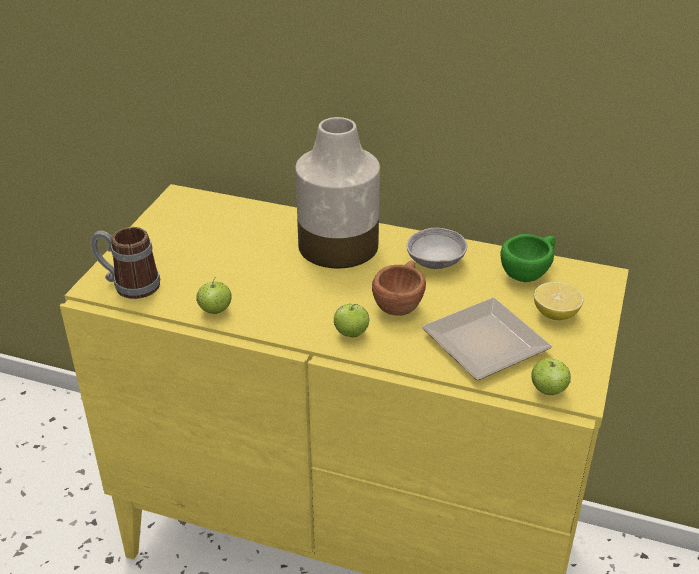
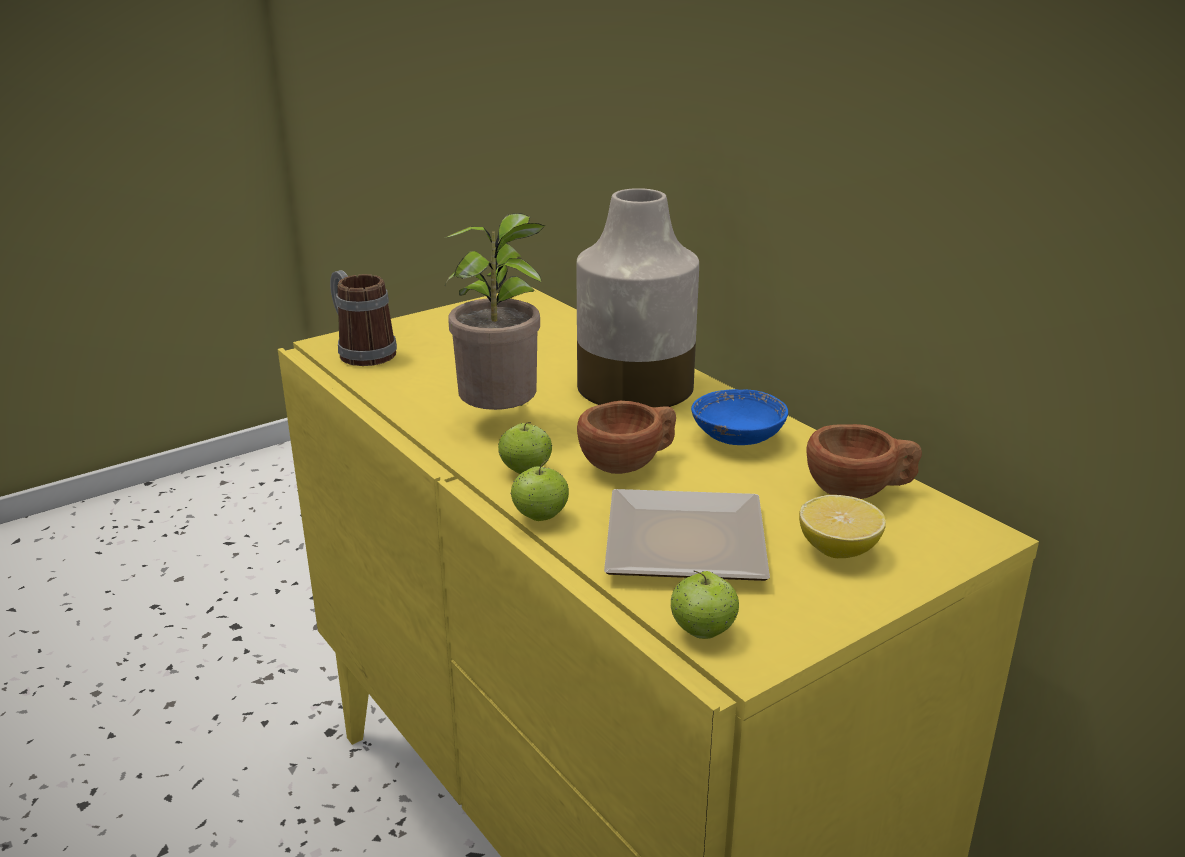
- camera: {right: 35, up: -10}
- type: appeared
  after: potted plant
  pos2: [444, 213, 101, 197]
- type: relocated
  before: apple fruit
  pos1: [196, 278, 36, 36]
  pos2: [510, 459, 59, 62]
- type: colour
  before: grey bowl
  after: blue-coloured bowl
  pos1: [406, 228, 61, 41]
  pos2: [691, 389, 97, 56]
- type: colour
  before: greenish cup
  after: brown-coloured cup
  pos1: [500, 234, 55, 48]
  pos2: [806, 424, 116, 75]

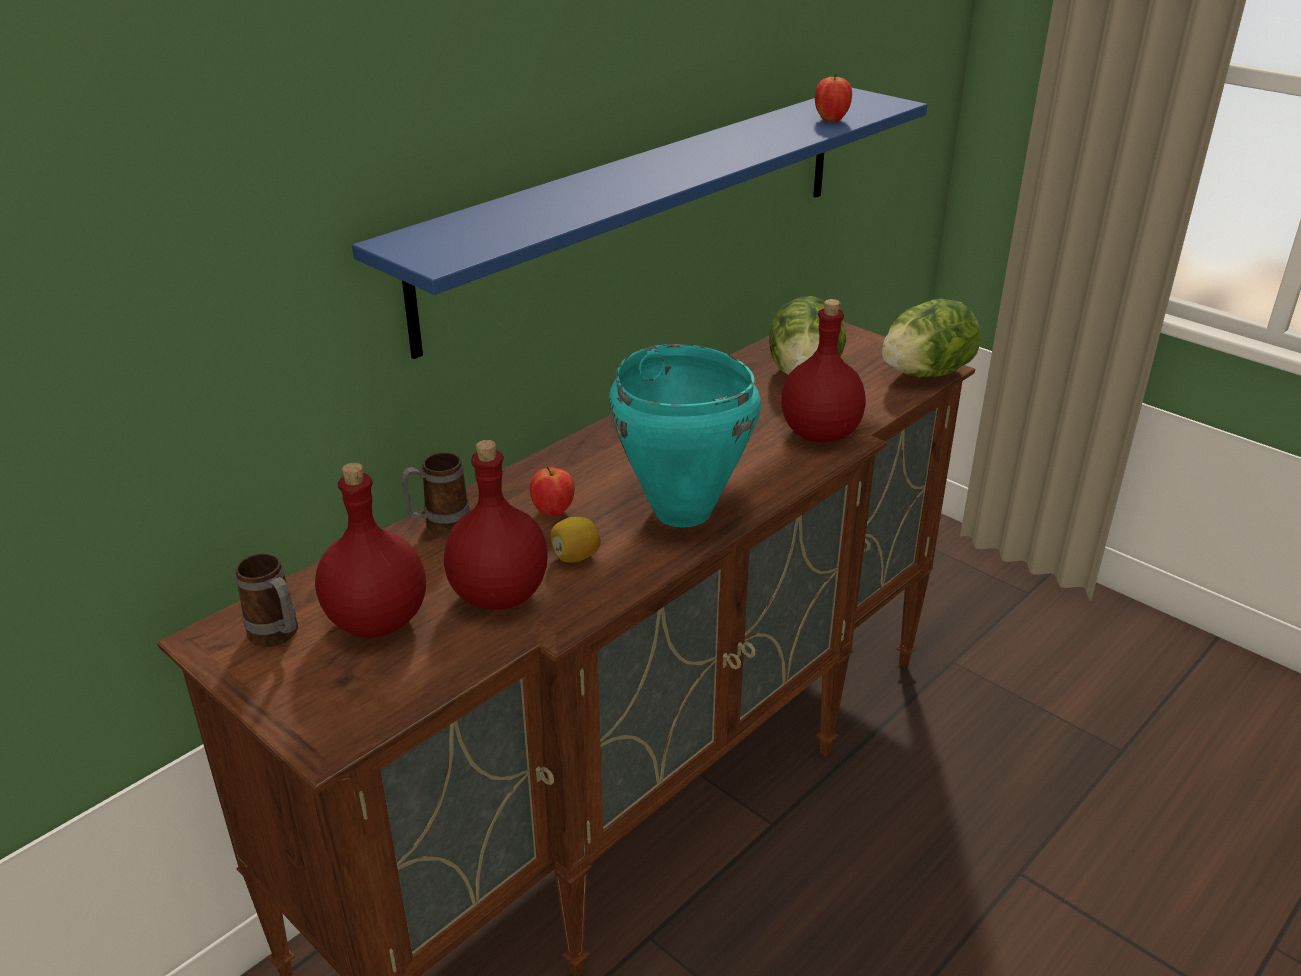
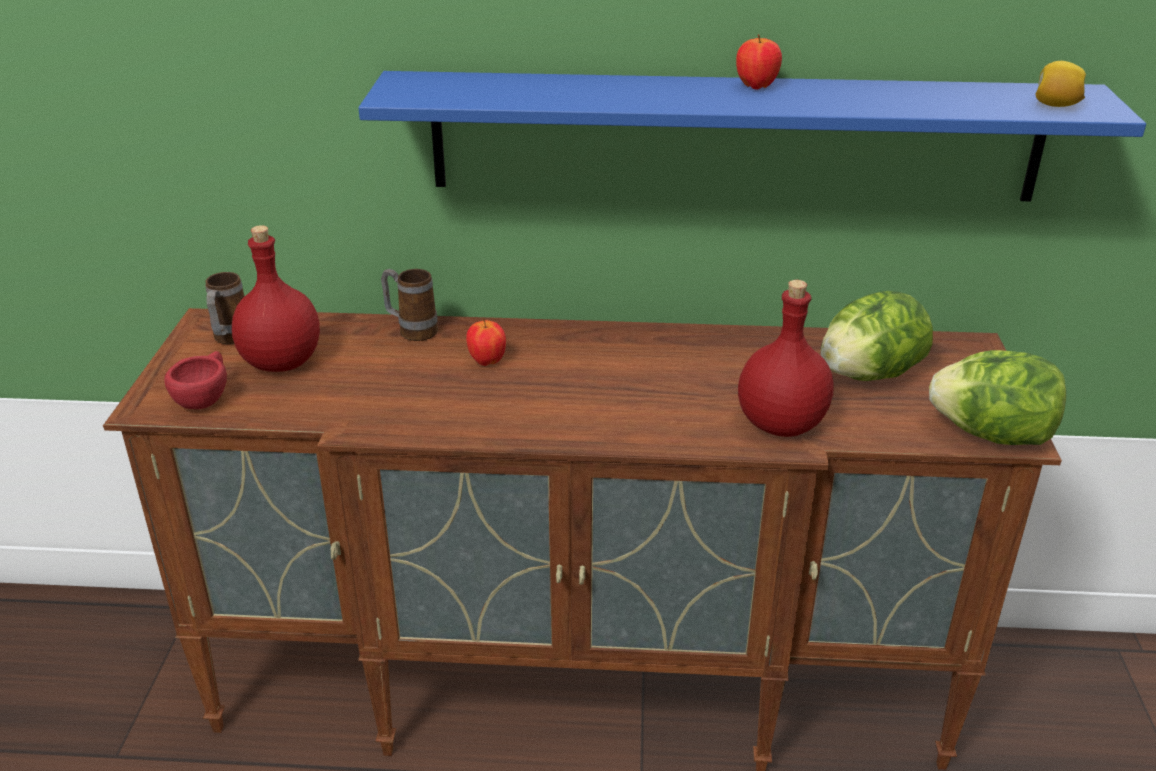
- camera: {right: 50, up: 0}
- type: missing
  before: red bottle
  pos1: [444, 440, 104, 170]
- type: missing
  before: turquoise stockpot
  pos1: [609, 344, 152, 183]
- type: appeared
  after: red cup
  pos2: [164, 351, 63, 58]
- type: relocated
  before: lemon
  pos1: [551, 517, 50, 46]
  pos2: [1035, 61, 51, 46]
- type: relocated
  before: apple fruit
  pos1: [815, 73, 37, 49]
  pos2: [736, 34, 46, 55]

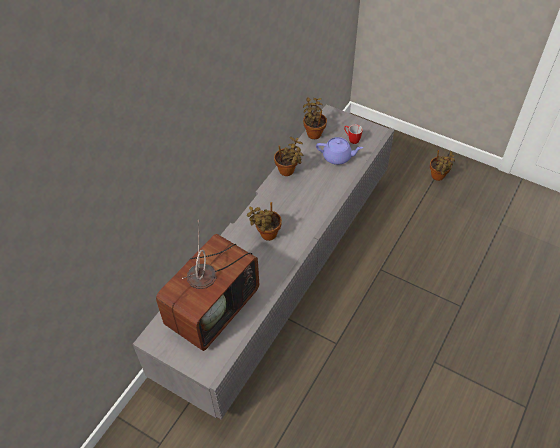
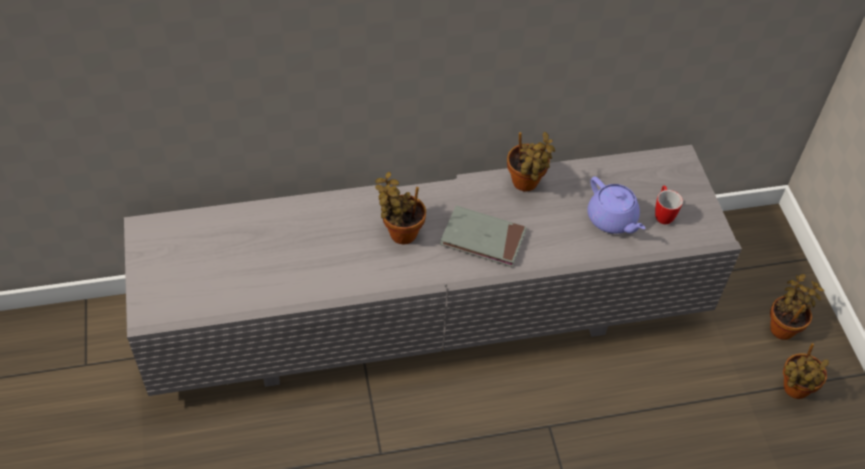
- camera: {right: 45, up: 0}
- type: missing
  before: TV set
  pos1: [156, 220, 103, 131]
- type: appeared
  after: grey bound book
  pos2: [440, 206, 87, 61]
- type: relocated
  before: potted plant
  pos1: [303, 97, 24, 42]
  pos2: [770, 274, 54, 66]

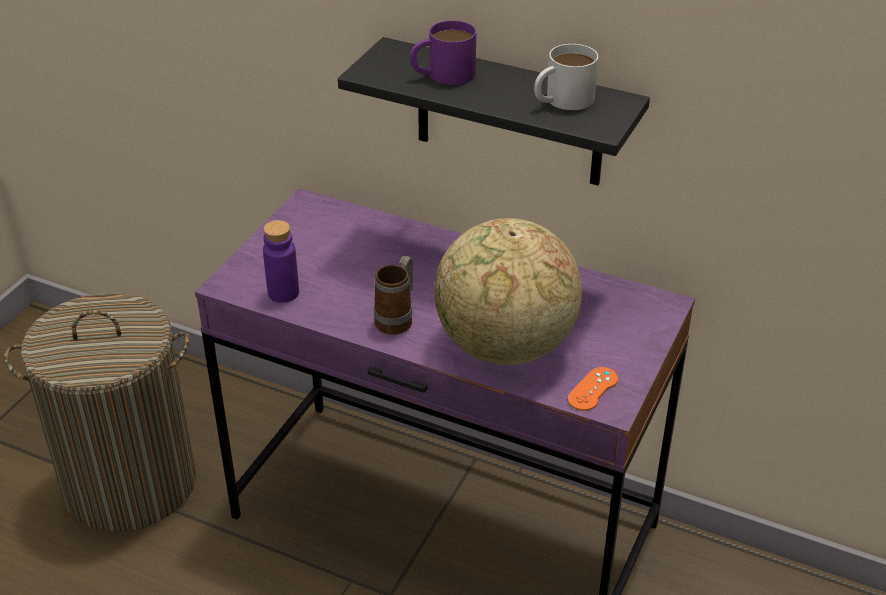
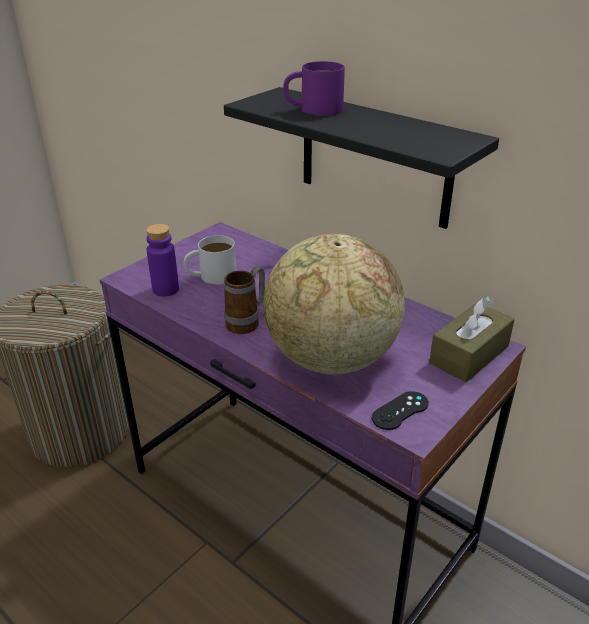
- camera: {right: 15, up: -5}
- type: appeared
  after: brown-coloured tissue holder
  pos2: [429, 296, 86, 86]
- type: relocated
  before: white mug
  pos1: [534, 44, 64, 66]
  pos2: [184, 235, 52, 50]
- type: colour
  before: orange game controller
  after: black game controller
  pos1: [567, 367, 51, 44]
  pos2: [371, 391, 58, 39]

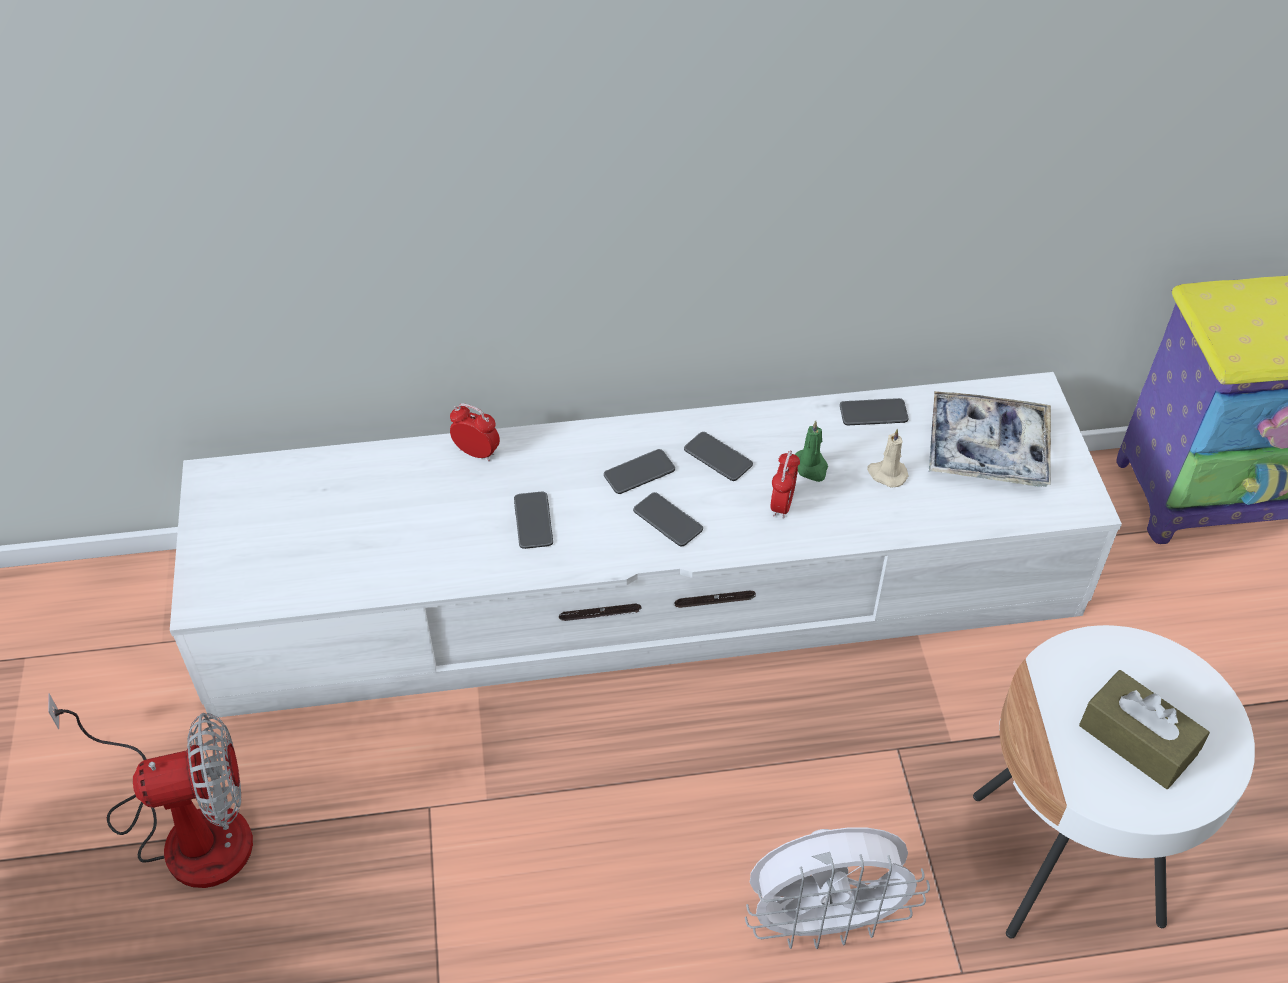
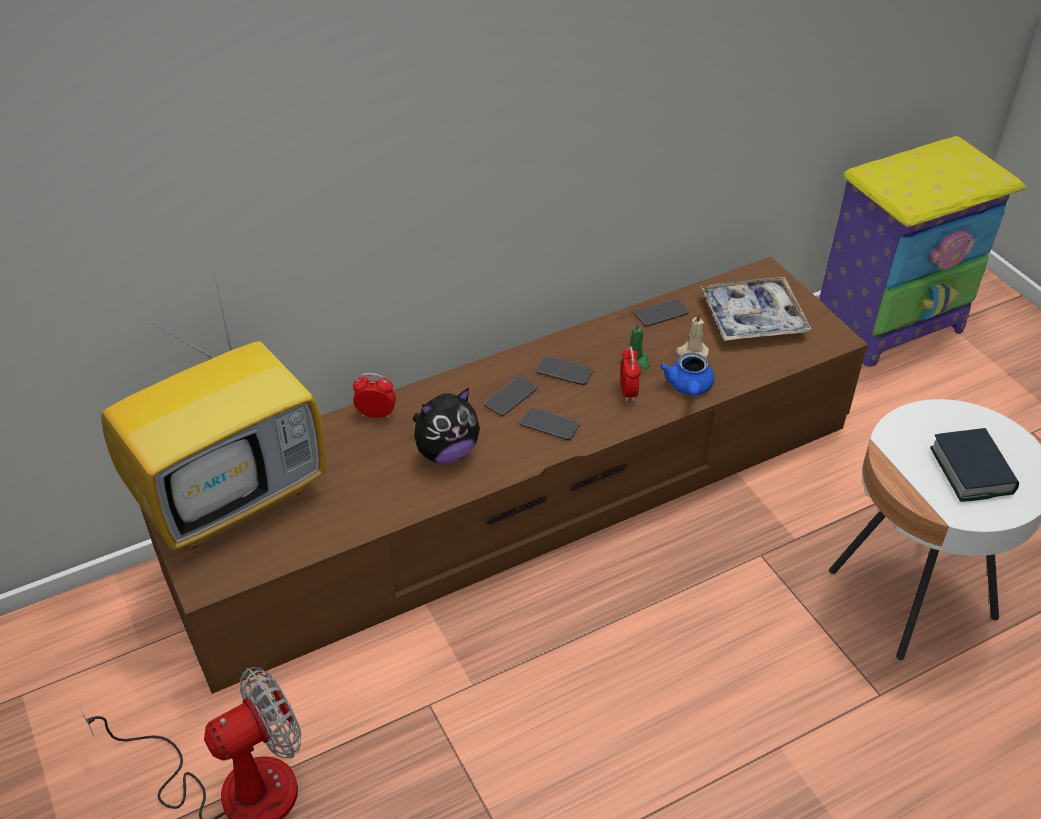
- camera: {right: -20, up: -5}
- type: missing
  before: white cooling fan
  pos1: [745, 828, 185, 121]
- type: appeared
  after: TV set
  pos2: [101, 270, 225, 280]
- type: appeared
  after: blue-coloured pot for tea
  pos2: [660, 353, 54, 43]
- type: exchanged
  before: handset
  after: plush toy
  pos1: [514, 492, 39, 57]
  pos2: [413, 388, 67, 76]
- type: exchanged
  before: brown-coloured tissue holder
  after: bound book
  pos1: [1079, 670, 131, 119]
  pos2: [930, 428, 89, 74]
- type: colour
  before: white tv unit
  after: brown-coloured tv unit
  pos1: [170, 372, 952, 346]
  pos2: [140, 257, 728, 437]

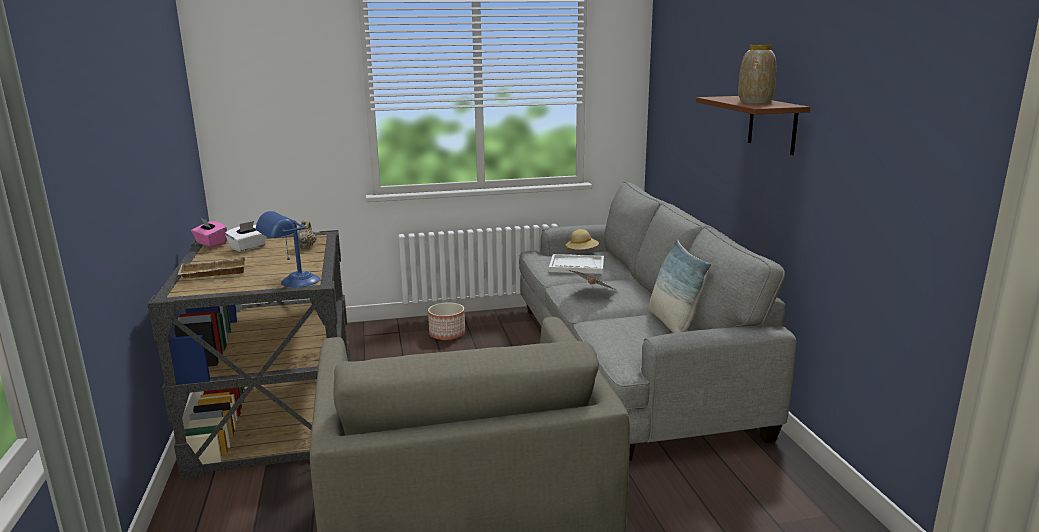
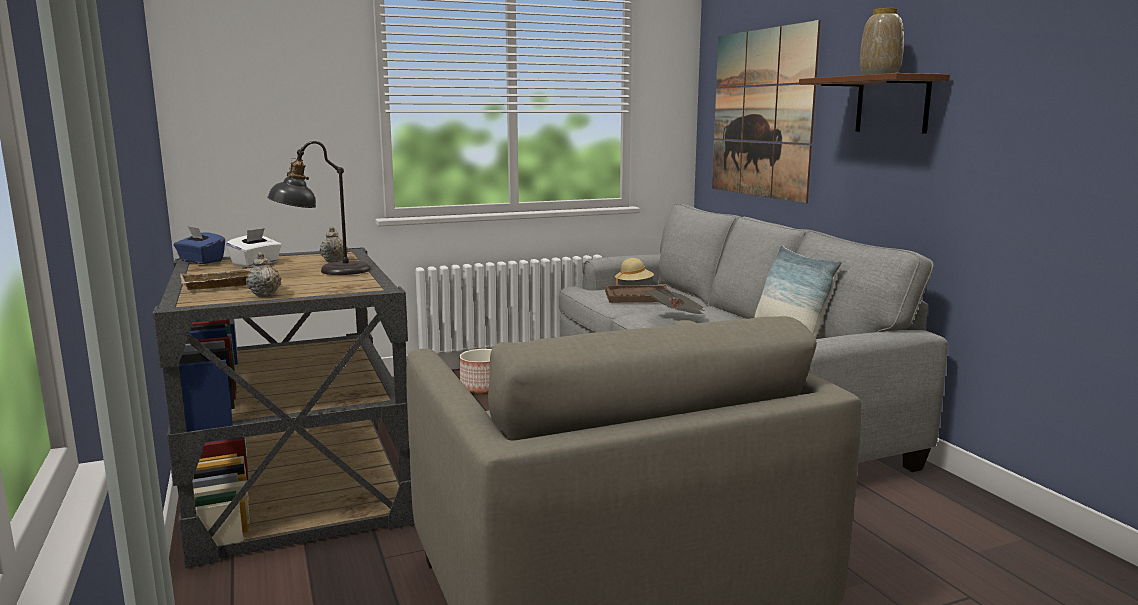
- camera: {right: -10, up: -5}
- type: missing
  before: blue-coloured tabletop lamp
  pos1: [256, 211, 64, 76]
- type: appeared
  after: sand-coloured pot for tea
  pos2: [246, 252, 36, 44]
- type: appeared
  after: grey tabletop lamp
  pos2: [267, 141, 104, 134]
- type: appeared
  after: wall art
  pos2: [712, 20, 109, 183]
- type: colour
  before: pink-coloured tissue holder
  after: blue-coloured tissue holder
  pos1: [191, 217, 36, 30]
  pos2: [174, 226, 51, 38]
- type: colour
  before: white tray
  after: brown-coloured tray
  pos1: [549, 254, 55, 20]
  pos2: [605, 285, 64, 18]

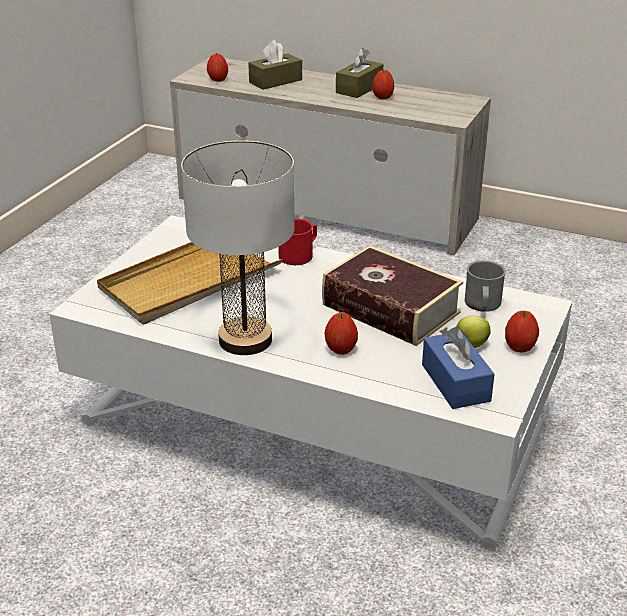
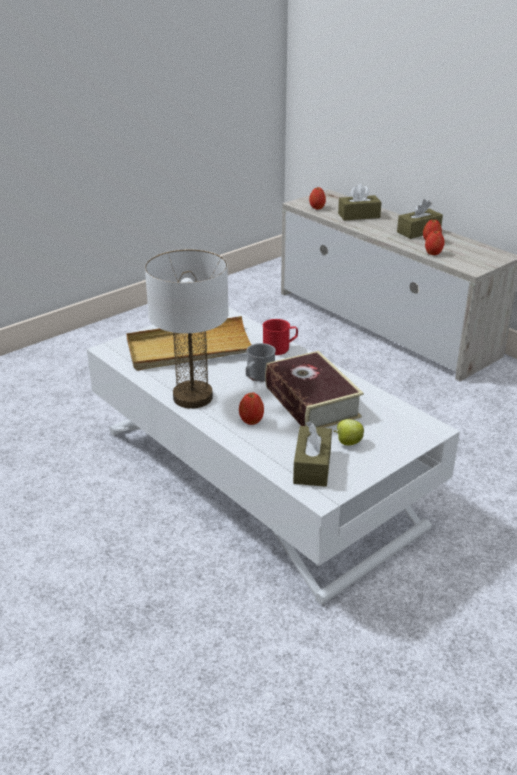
- camera: {right: 25, up: 0}
- type: relocated
  before: grey mug
  pos1: [465, 260, 41, 52]
  pos2: [246, 343, 30, 39]
- type: relocated
  before: apple fruit
  pos1: [505, 311, 34, 41]
  pos2: [425, 231, 20, 24]
- type: colour
  before: blue-coloured tissue holder
  after: brown-coloured tissue holder
  pos1: [422, 327, 73, 82]
  pos2: [293, 421, 39, 66]

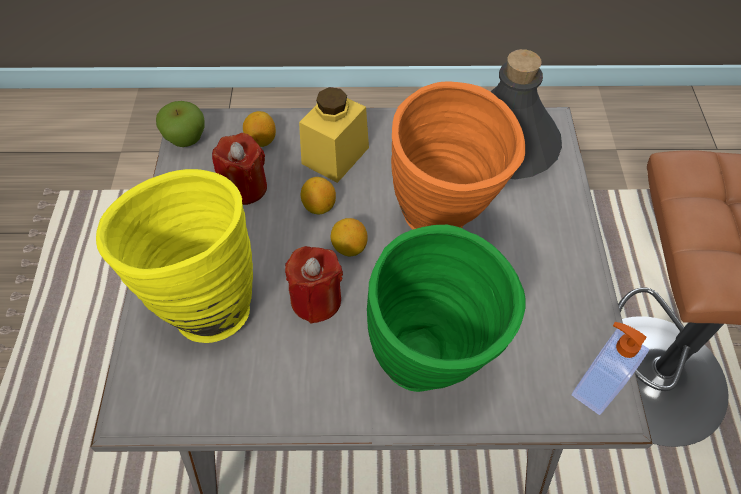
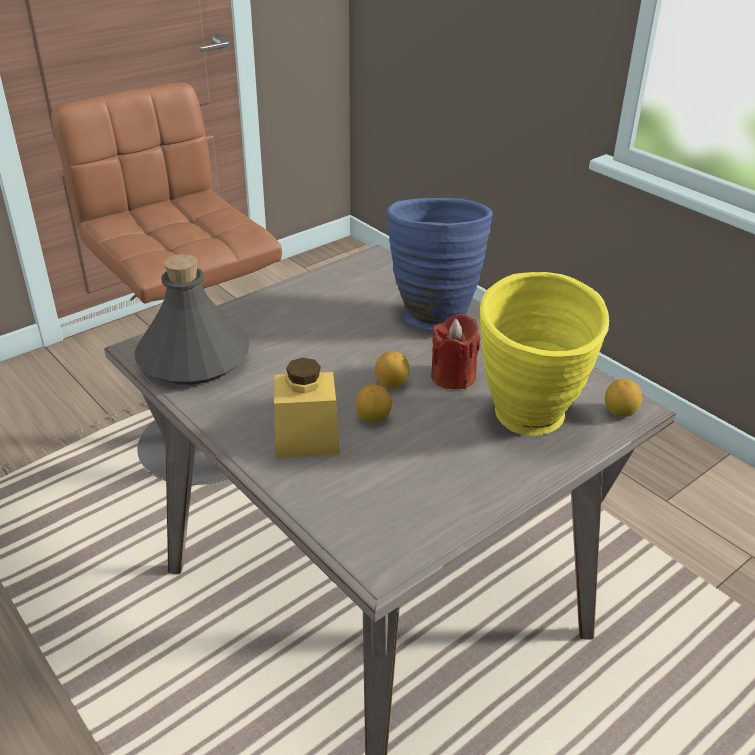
- camera: {right: -130, up: -20}
- type: missing
  before: apple fruit
  pos1: [156, 101, 48, 46]
- type: missing
  before: red candle
  pos1: [212, 133, 55, 72]
- type: missing
  before: orange vase
  pos1: [391, 81, 134, 148]
- type: missing
  before: liquid soap bottle
  pos1: [571, 322, 78, 93]
- type: relocated
  before: lemon
  pos1: [243, 111, 33, 36]
  pos2: [605, 379, 37, 38]
- type: colour
  before: greenish vase
  after: blue-coloured vase
  pos1: [367, 225, 159, 167]
  pos2: [387, 198, 106, 132]

